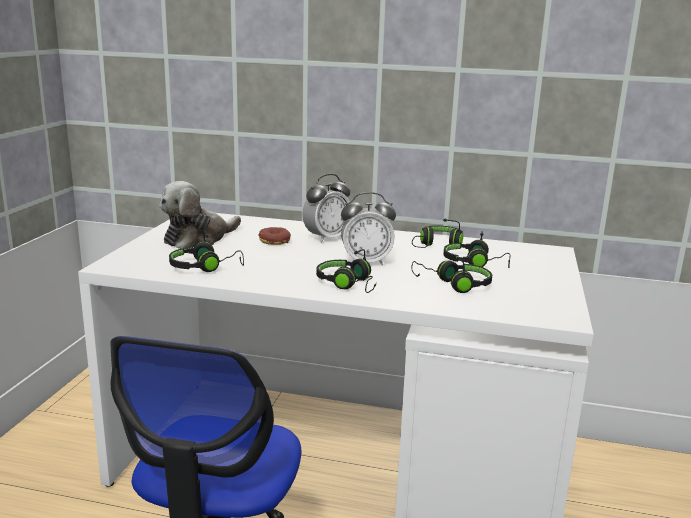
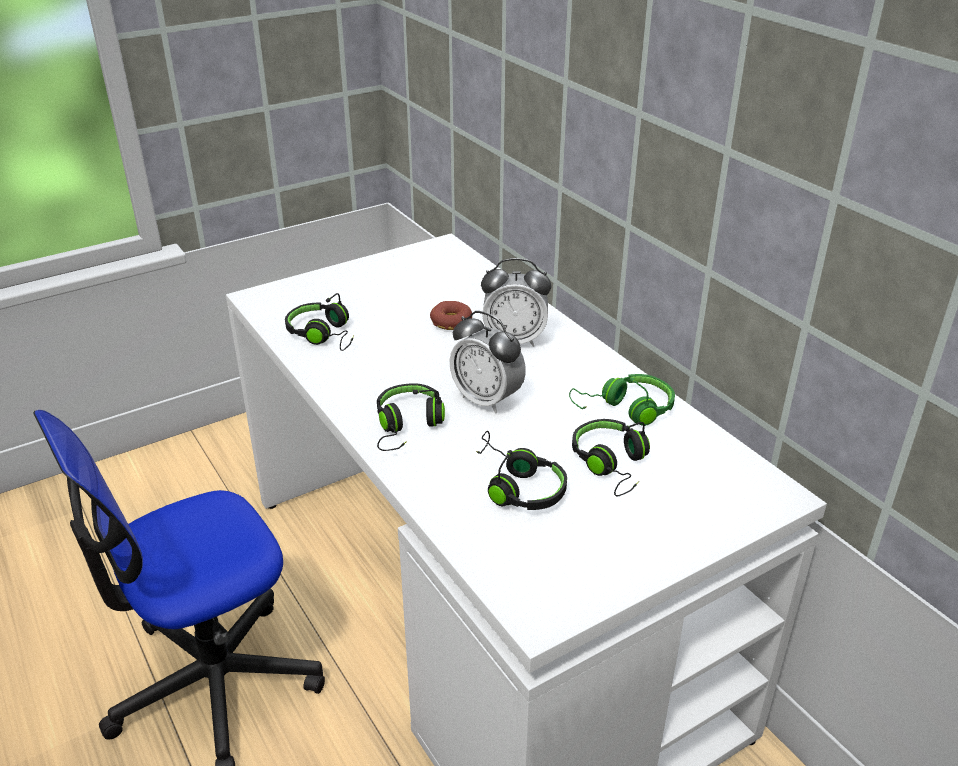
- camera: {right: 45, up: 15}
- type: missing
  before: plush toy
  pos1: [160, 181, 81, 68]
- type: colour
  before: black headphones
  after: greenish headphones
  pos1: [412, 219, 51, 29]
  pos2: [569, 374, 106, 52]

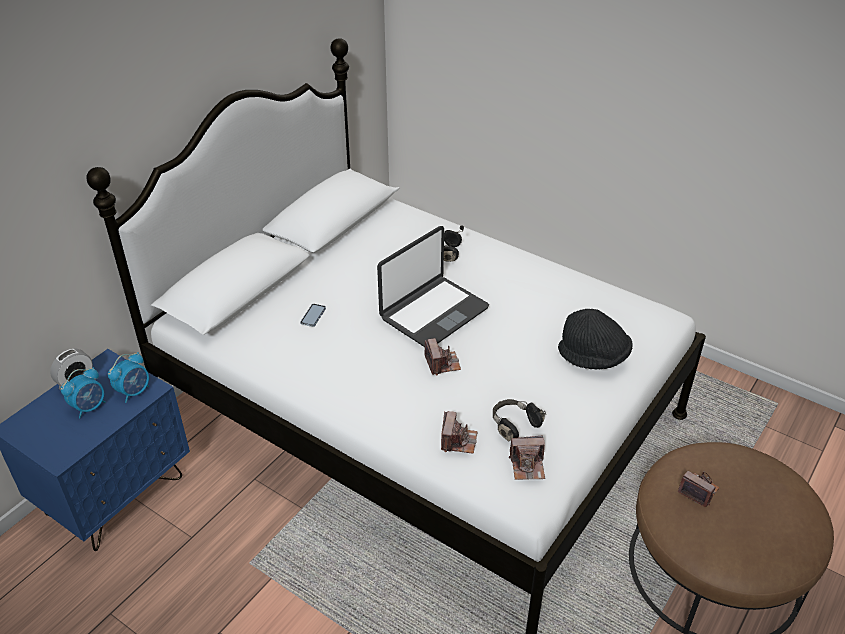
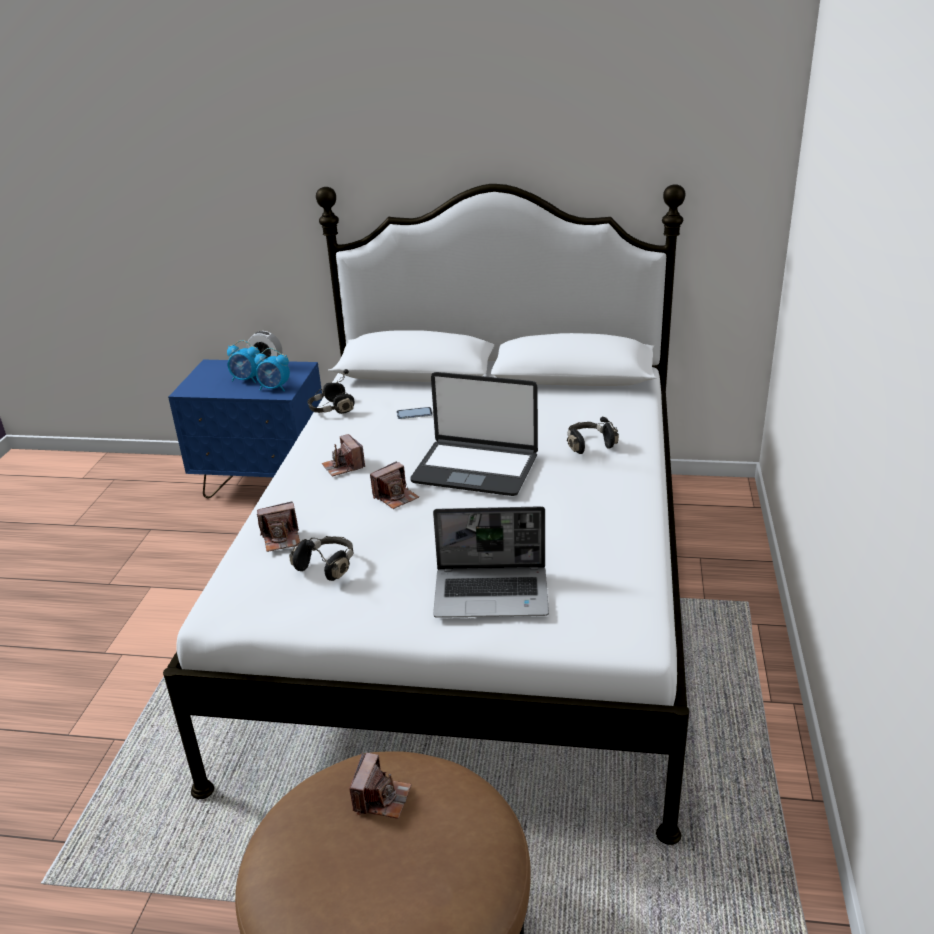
- camera: {right: 65, up: -10}
- type: appeared
  after: black headphones
  pos2: [307, 369, 48, 45]
- type: relocated
  before: photo camera
  pos1: [509, 436, 36, 44]
  pos2: [322, 434, 43, 43]
- type: exchanged
  before: black clothing hat
  after: laptop
  pos1: [558, 309, 75, 61]
  pos2: [433, 506, 116, 112]

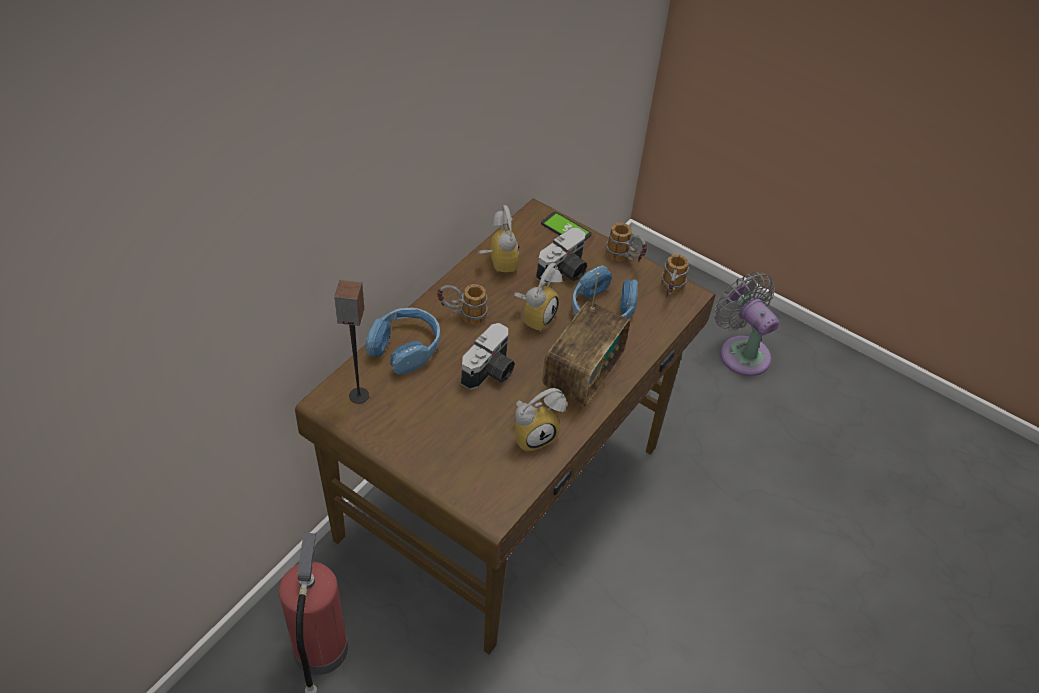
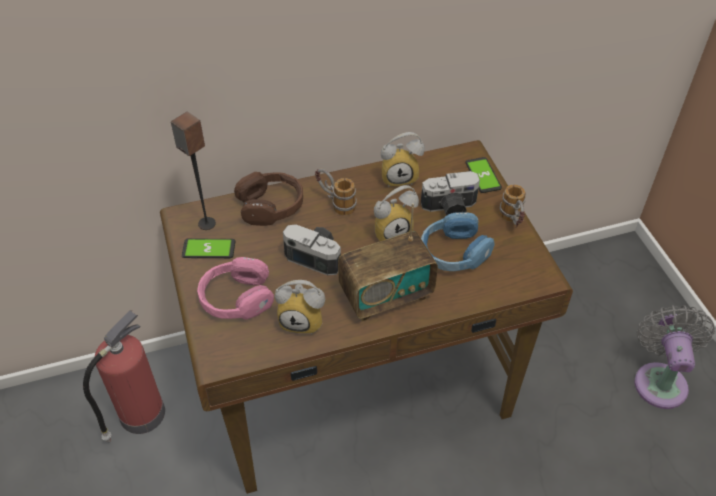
- camera: {right: 40, up: 0}
- type: missing
  before: mug
  pos1: [661, 254, 28, 43]
- type: appeared
  after: handset
  pos2: [182, 238, 53, 20]
- type: appeared
  after: pink-coloured headphones
  pos2: [197, 257, 77, 62]
- type: colour
  before: blue-coloured headphones
  after: brown-coloured headphones
  pos1: [366, 308, 75, 67]
  pos2: [234, 172, 69, 54]
- type: spun
  before: photo camera
  pos1: [461, 323, 54, 67]
  pos2: [283, 224, 58, 51]
  turn: -135
- type: spun
  before: bedside clock
  pos1: [478, 205, 41, 68]
  pos2: [381, 132, 44, 55]
  turn: 60

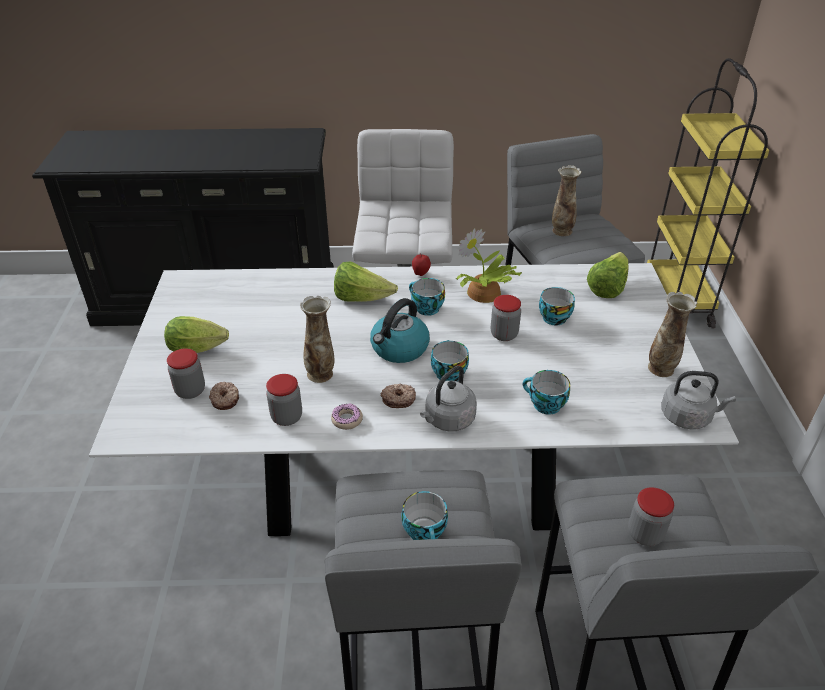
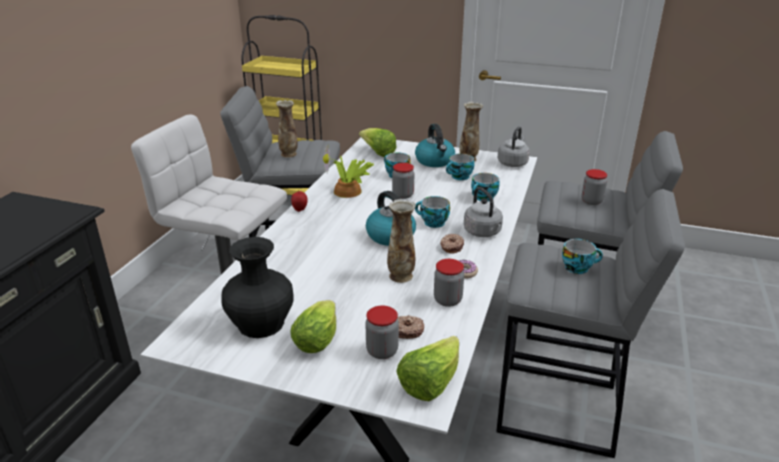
- camera: {right: -70, up: -10}
- type: appeared
  after: black vase
  pos2: [221, 237, 73, 101]
- type: appeared
  after: tea kettle
  pos2: [415, 124, 40, 43]
- type: relocated
  before: lettuce head
  pos1: [334, 262, 64, 40]
  pos2: [396, 336, 63, 65]
- type: relocated
  before: cup
  pos1: [409, 278, 36, 38]
  pos2: [446, 153, 28, 27]

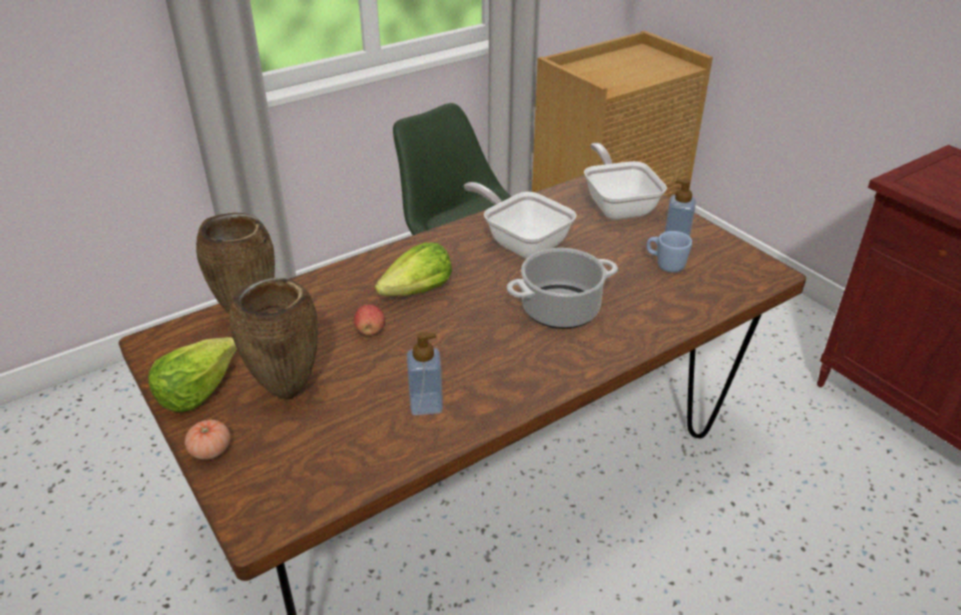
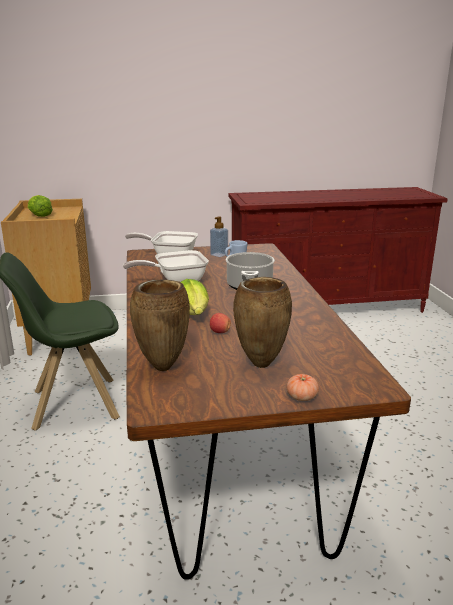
- camera: {right: -65, up: -15}
- type: missing
  before: liquid soap bottle
  pos1: [407, 332, 36, 83]
- type: relocated
  before: lettuce head
  pos1: [148, 337, 89, 75]
  pos2: [28, 195, 25, 22]

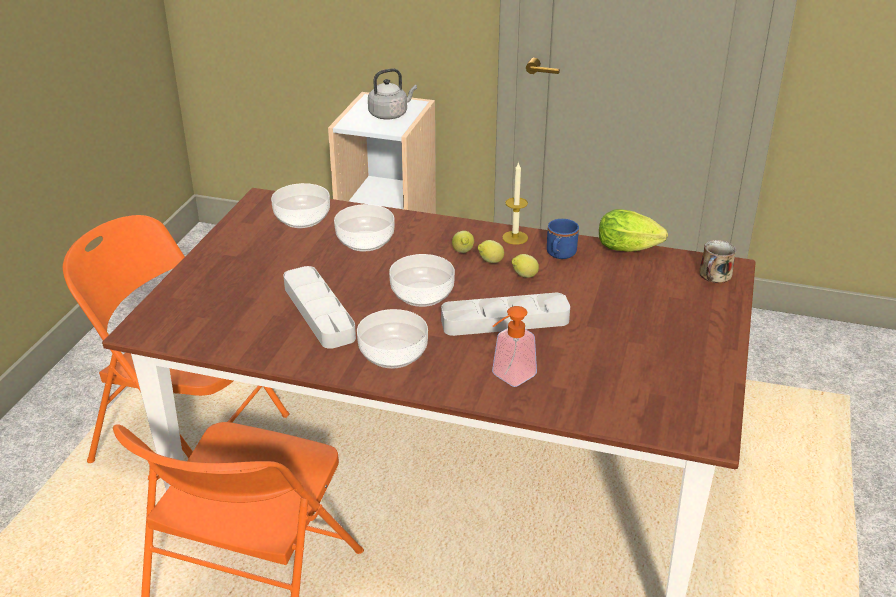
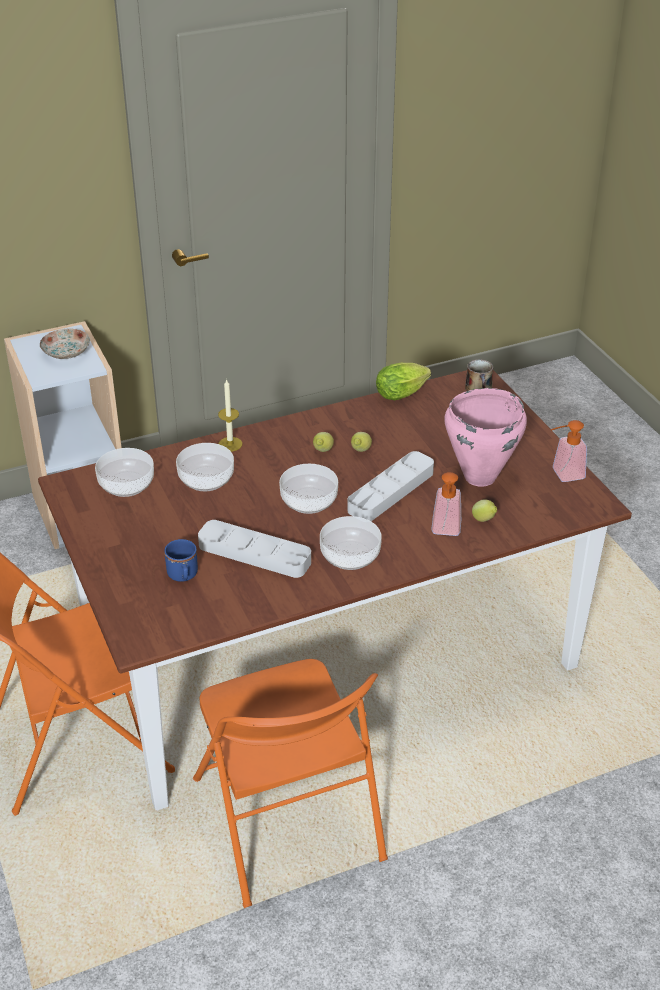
- camera: {right: -40, up: 5}
- type: appeared
  after: pink-coloured stockpot
  pos2: [444, 388, 83, 99]
- type: appeared
  after: liquid soap bottle
  pos2: [551, 420, 36, 62]
- type: relocated
  before: lemon
  pos1: [452, 231, 22, 22]
  pos2: [472, 500, 25, 22]
- type: relocated
  before: candle
  pos1: [502, 162, 26, 83]
  pos2: [218, 379, 24, 73]
- type: relocated
  before: blue-coloured mug
  pos1: [547, 219, 32, 40]
  pos2: [164, 539, 34, 43]
- type: exchanged
  before: grey tea kettle
  after: flat dish
  pos1: [368, 68, 49, 51]
  pos2: [40, 329, 50, 30]

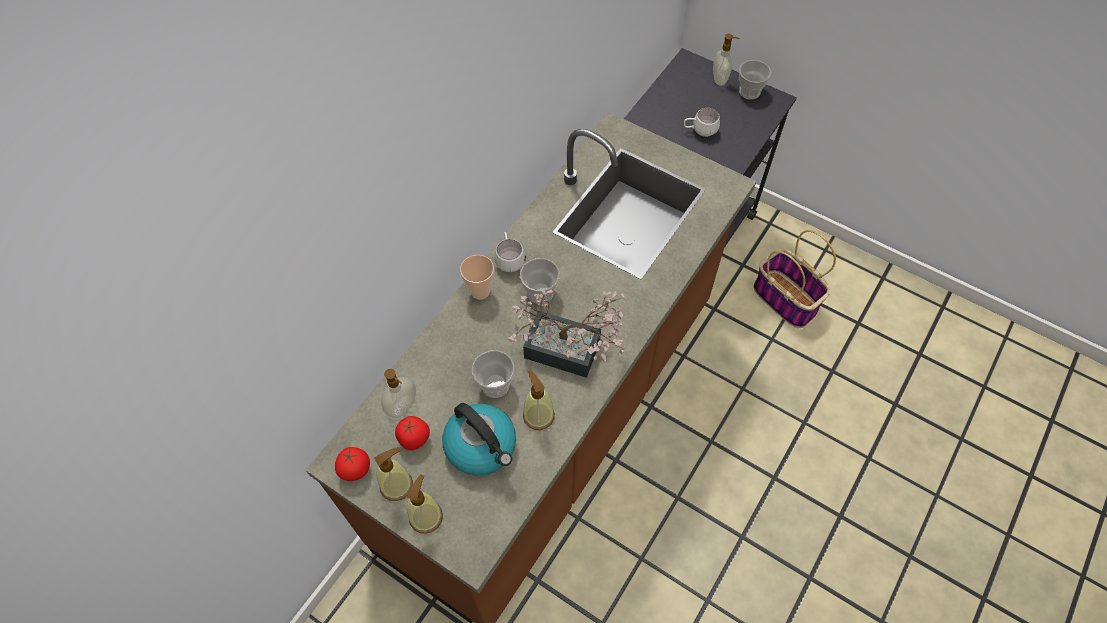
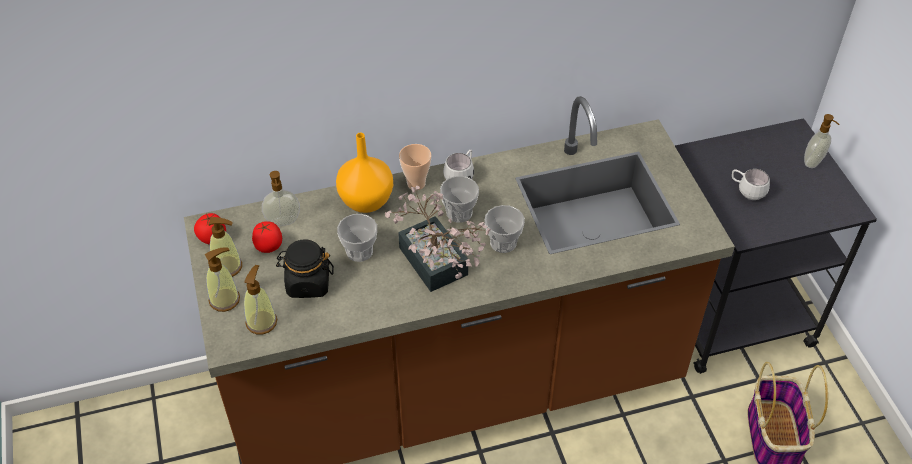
- camera: {right: 40, up: -10}
- type: appeared
  after: orange vase
  pos2: [336, 133, 57, 80]
- type: relocated
  before: liquid soap bottle
  pos1: [523, 370, 32, 60]
  pos2: [244, 265, 33, 70]
- type: relocated
  before: cup
  pos1: [739, 60, 32, 40]
  pos2: [484, 205, 41, 48]
- type: exchanged
  before: tea kettle
  after: black jar
  pos1: [442, 403, 74, 72]
  pos2: [276, 239, 58, 59]

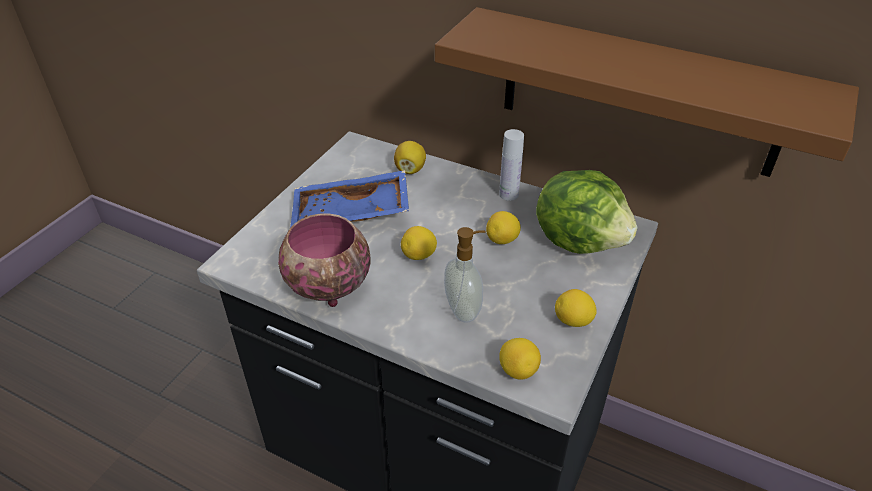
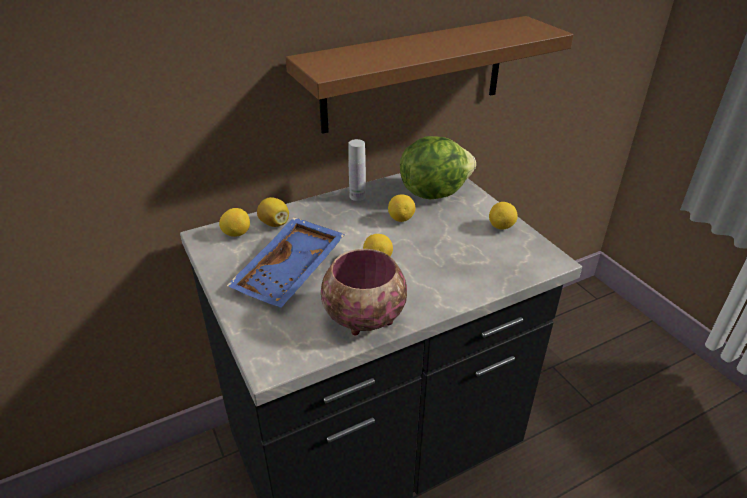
- camera: {right: -55, up: -5}
- type: missing
  before: liquid soap bottle
  pos1: [444, 227, 42, 96]
- type: relocated
  before: lemon
  pos1: [499, 338, 42, 42]
  pos2: [219, 208, 31, 29]

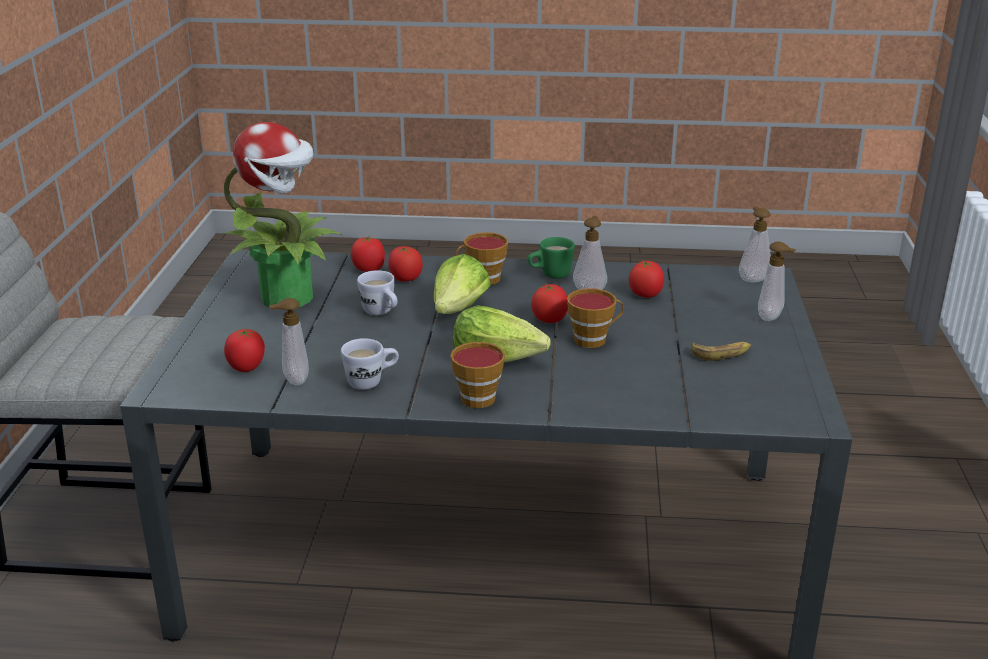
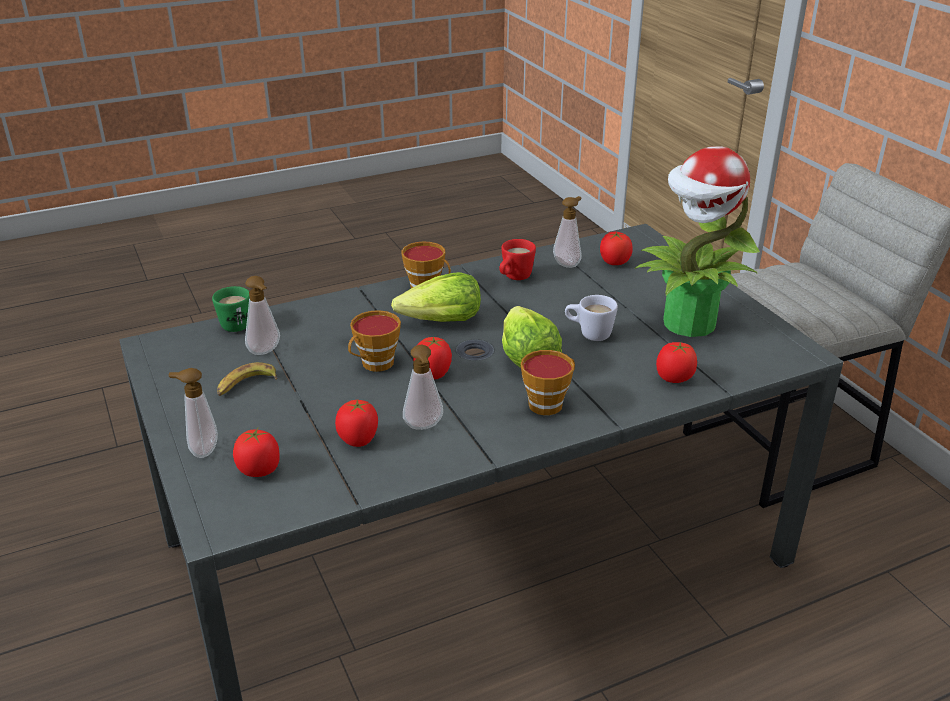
- camera: {right: 150, up: 5}
- type: relocated
  before: whole tomato
  pos1: [388, 246, 35, 36]
  pos2: [233, 428, 46, 49]
- type: relocated
  before: greenish mug
  pos1: [528, 237, 47, 42]
  pos2: [212, 286, 38, 46]
- type: relocated
  before: liquid soap bottle
  pos1: [739, 206, 32, 76]
  pos2: [245, 276, 35, 79]
- type: colour
  before: white mug
  after: red mug
  pos1: [341, 338, 58, 52]
  pos2: [499, 239, 37, 41]

